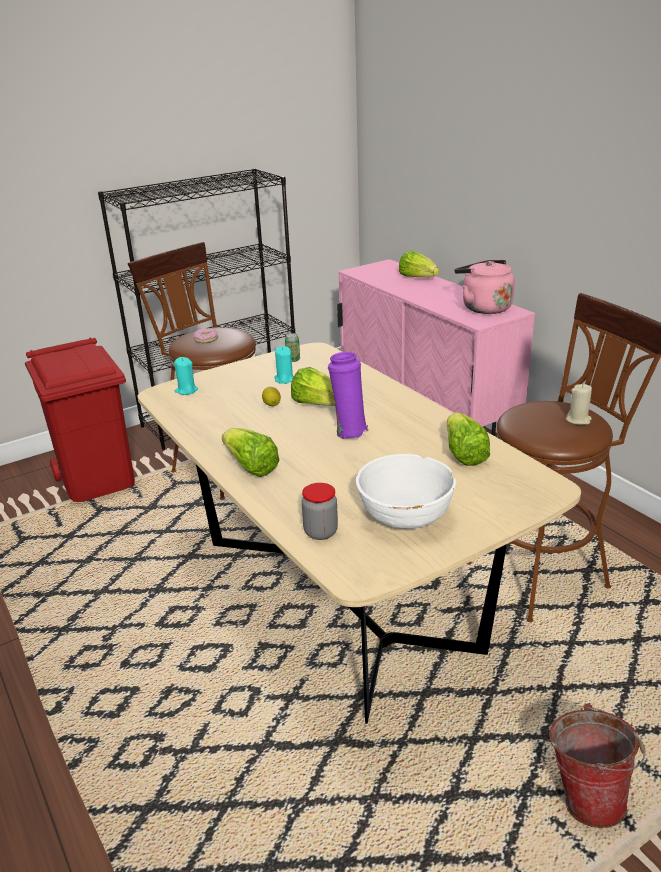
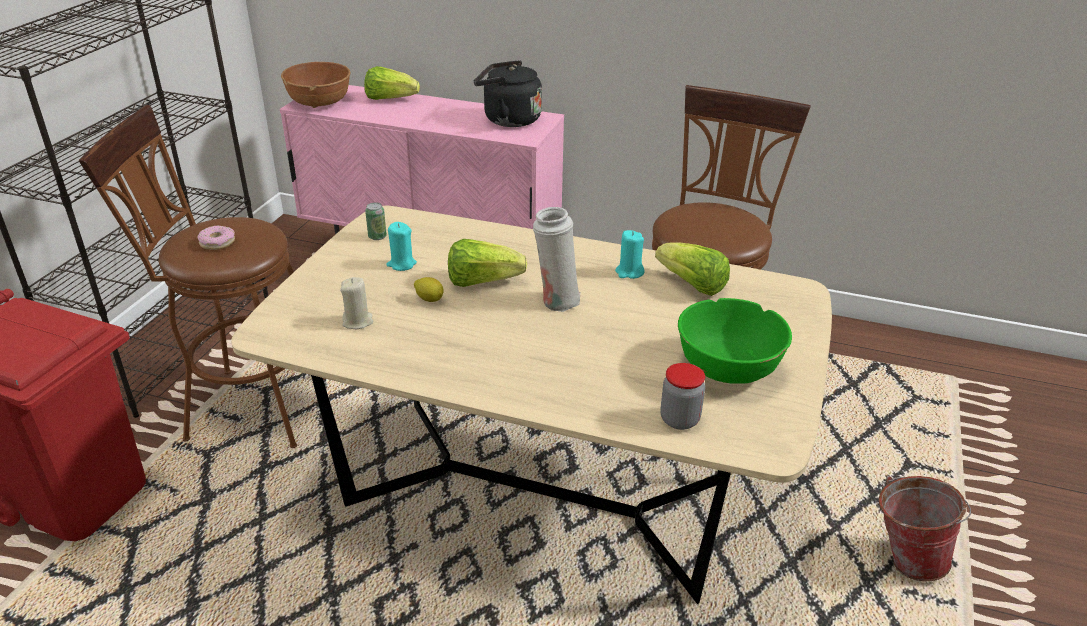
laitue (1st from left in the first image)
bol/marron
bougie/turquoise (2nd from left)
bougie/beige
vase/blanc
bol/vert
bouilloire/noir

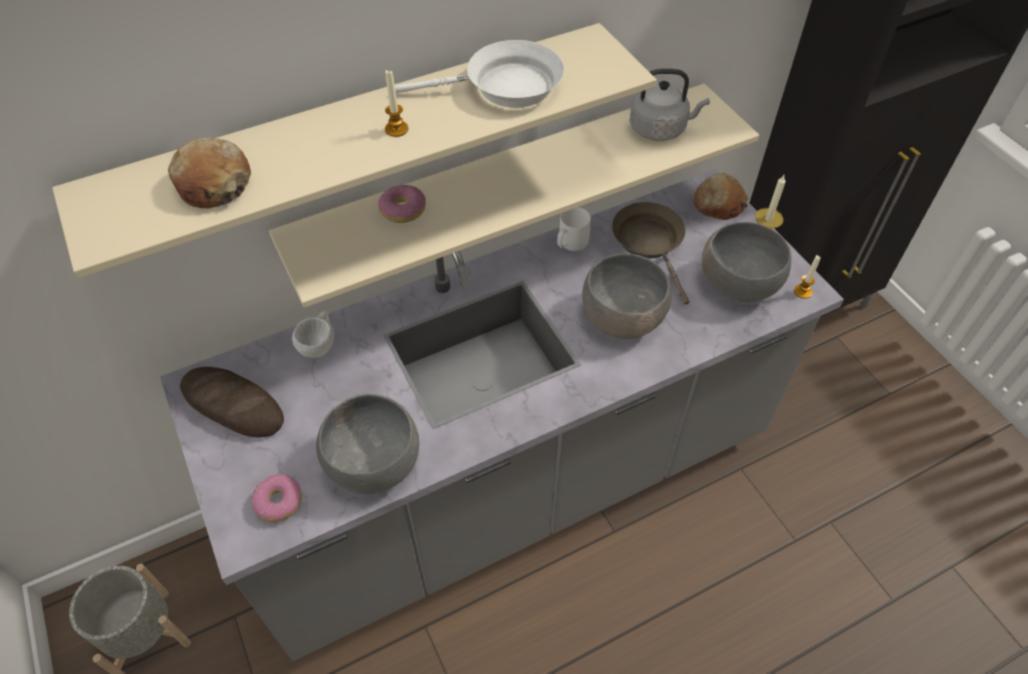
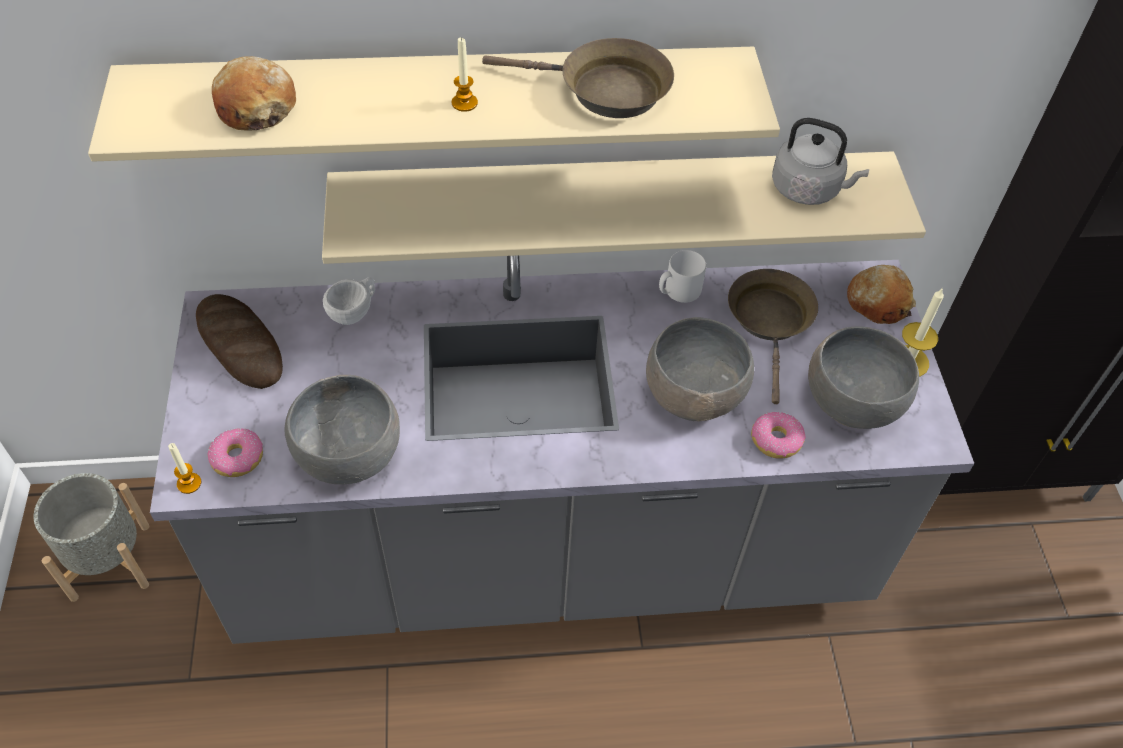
beignet (2nd from left)
bougie (1st from left)
poêle/marron (1st from left)

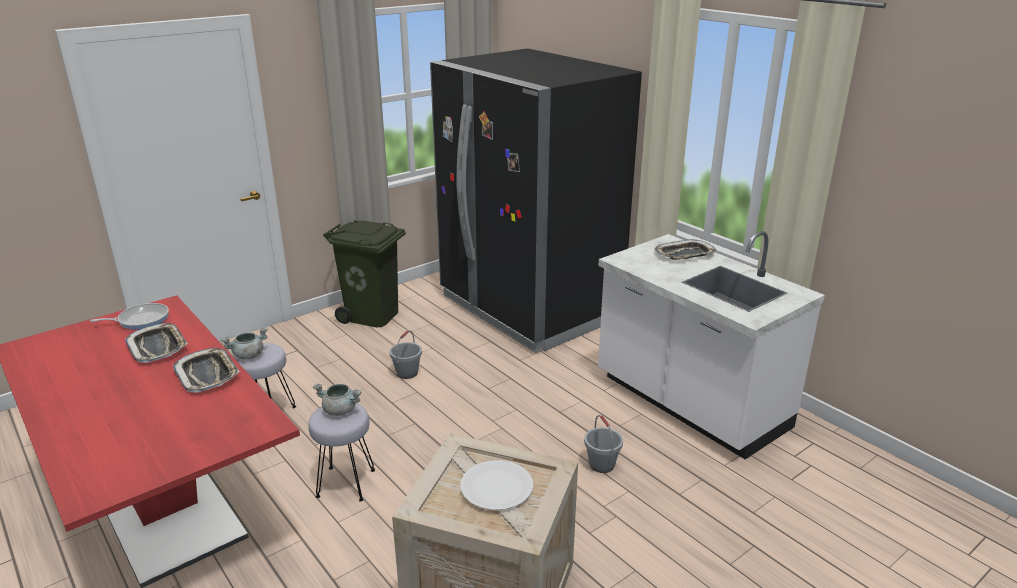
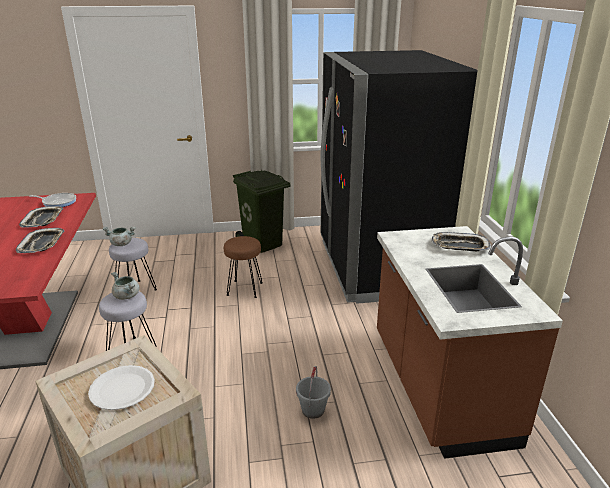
tabouret/marron
comptoir de cuisine/marron

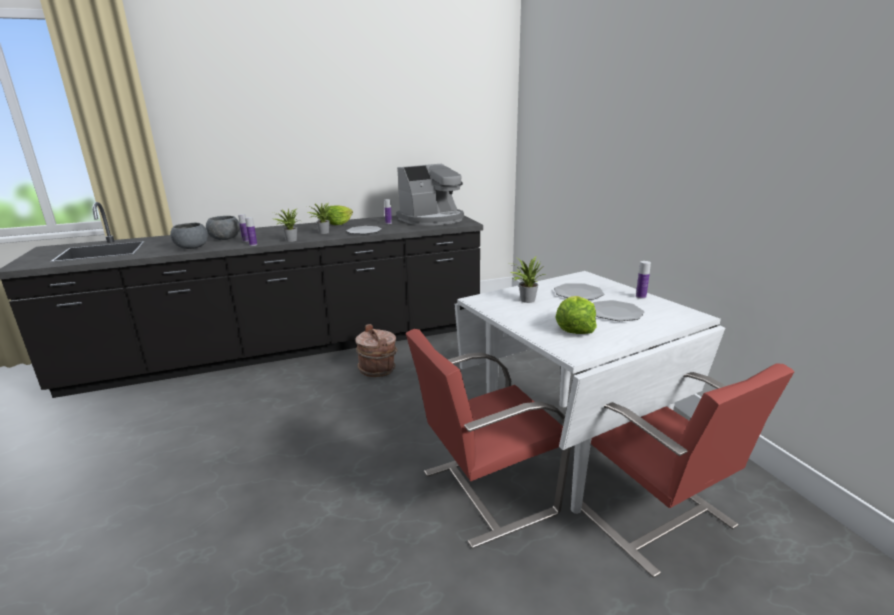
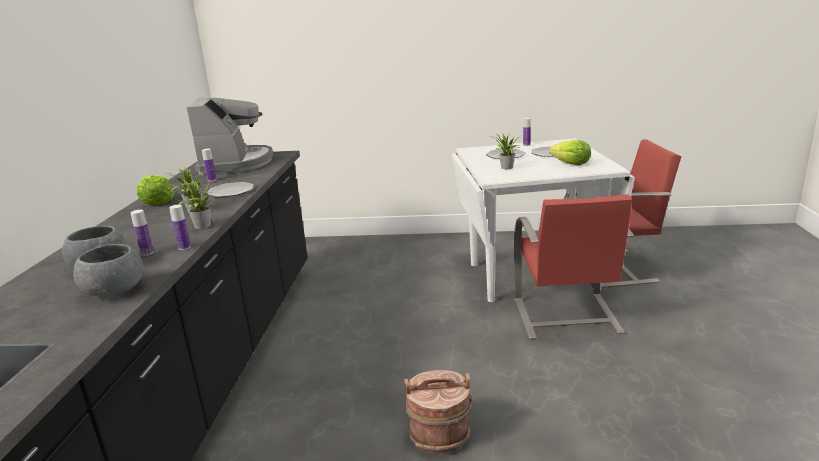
seau/marron

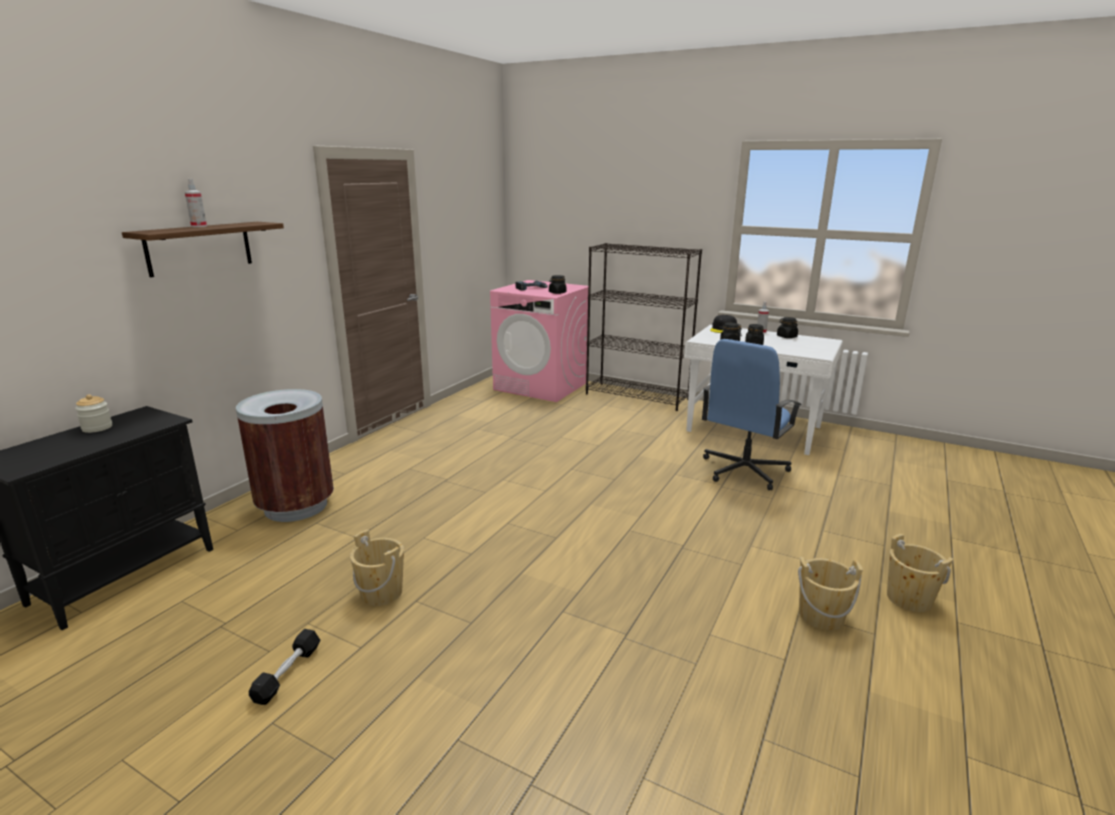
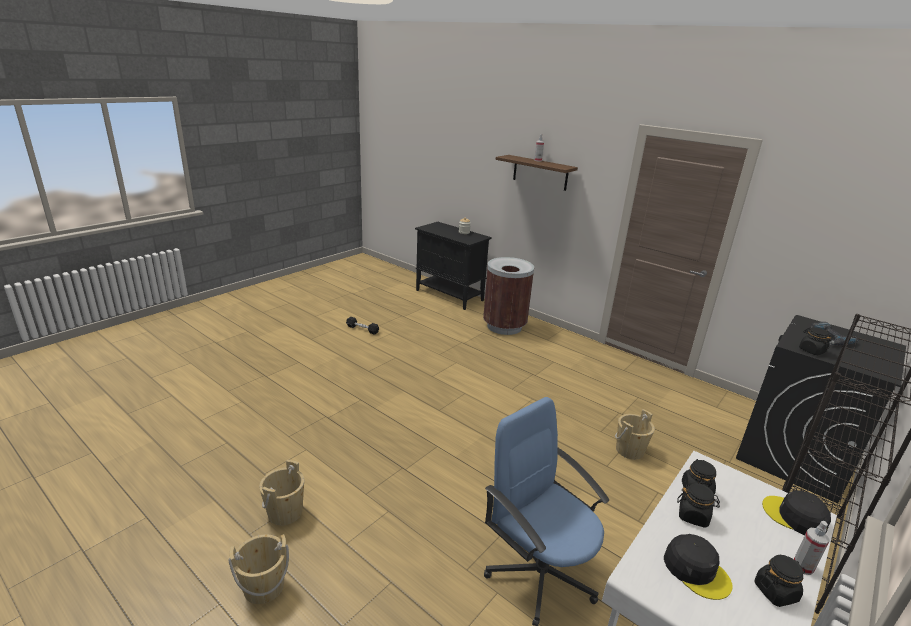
casquette/noir (1st from left)
seau/beige (3rd from left)
lave-linge/noir

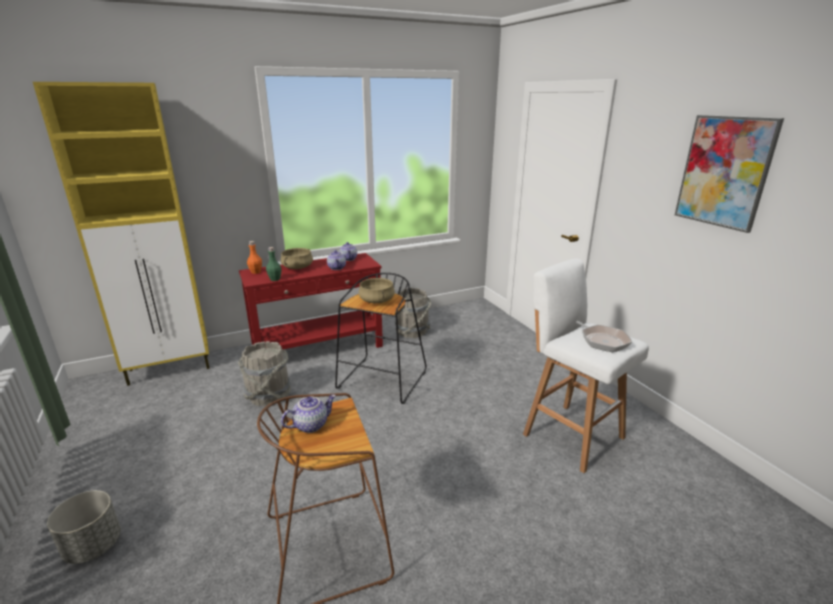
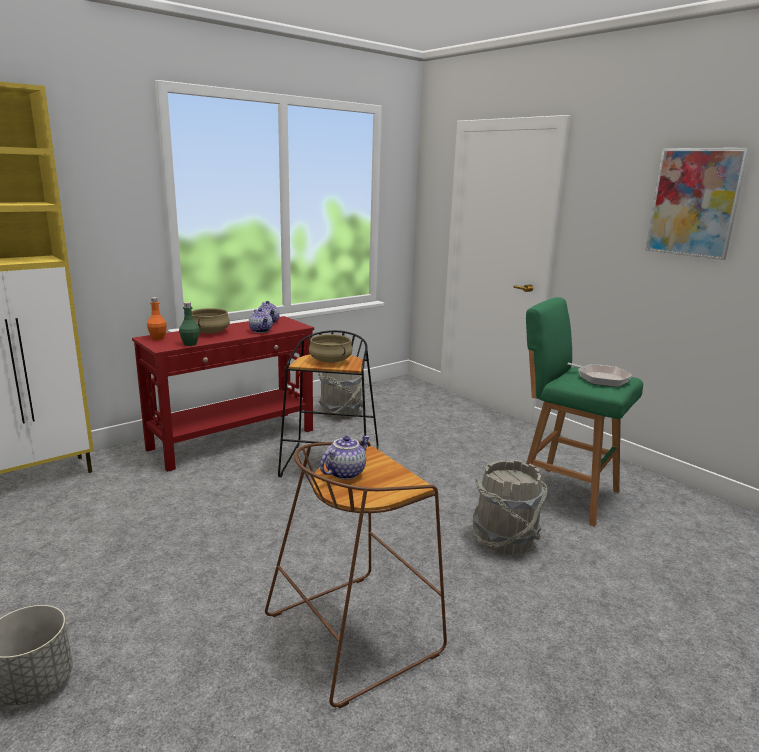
seau/gris (2nd from left)
tabouret/vert

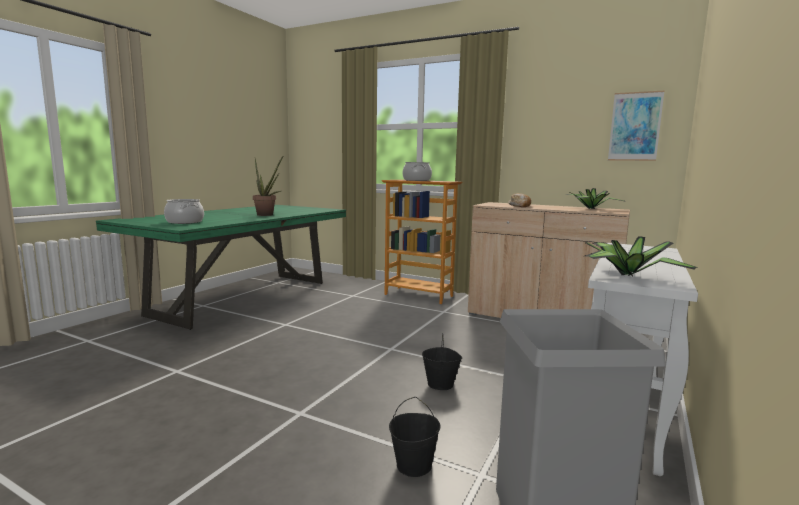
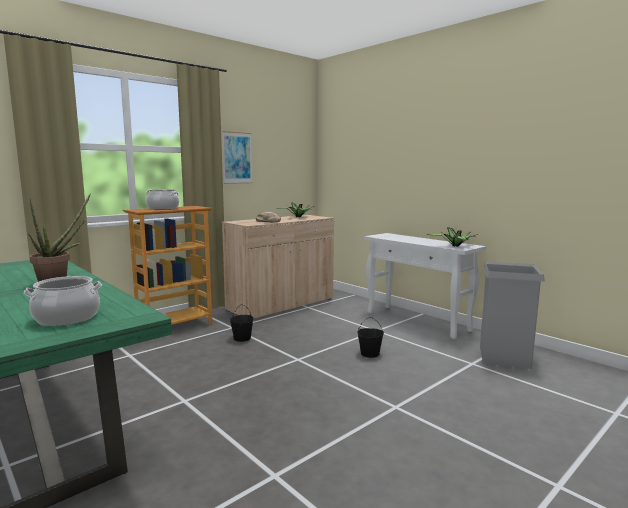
seau/noir (1st from left)
tableau

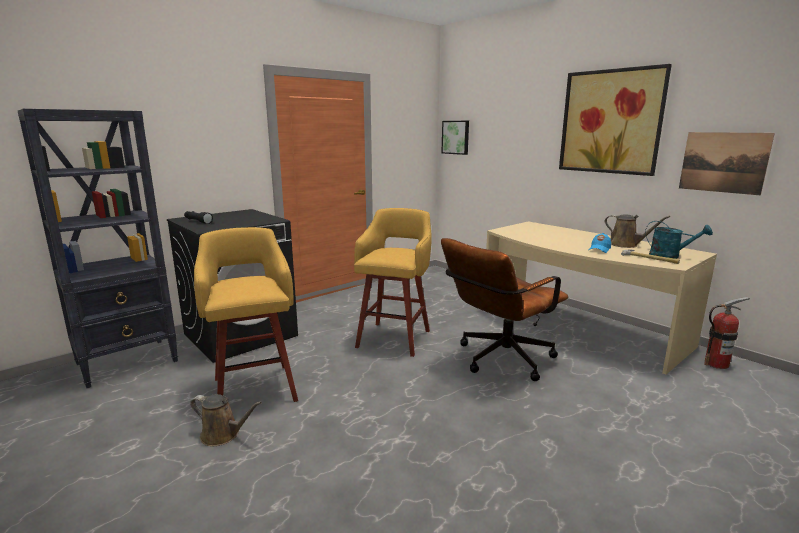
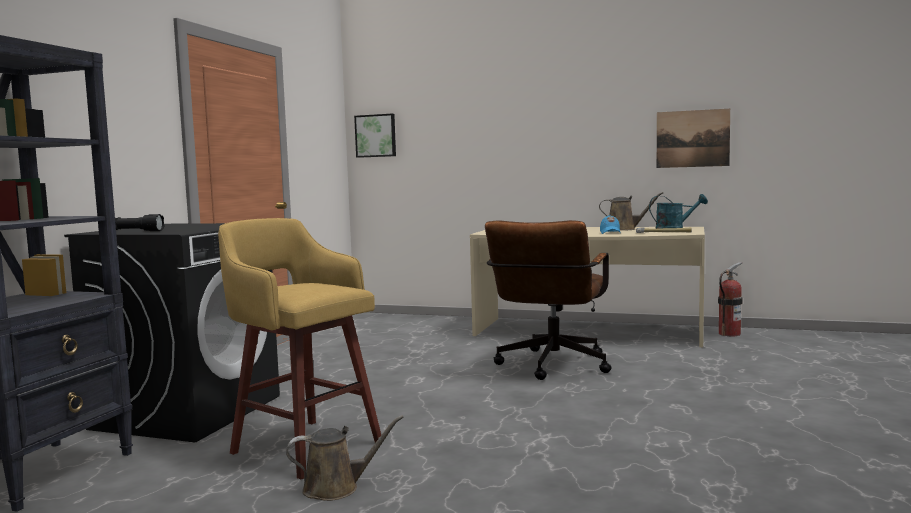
tabouret/jaune (2nd from left in the first image)
tableau (2nd from left in the first image)

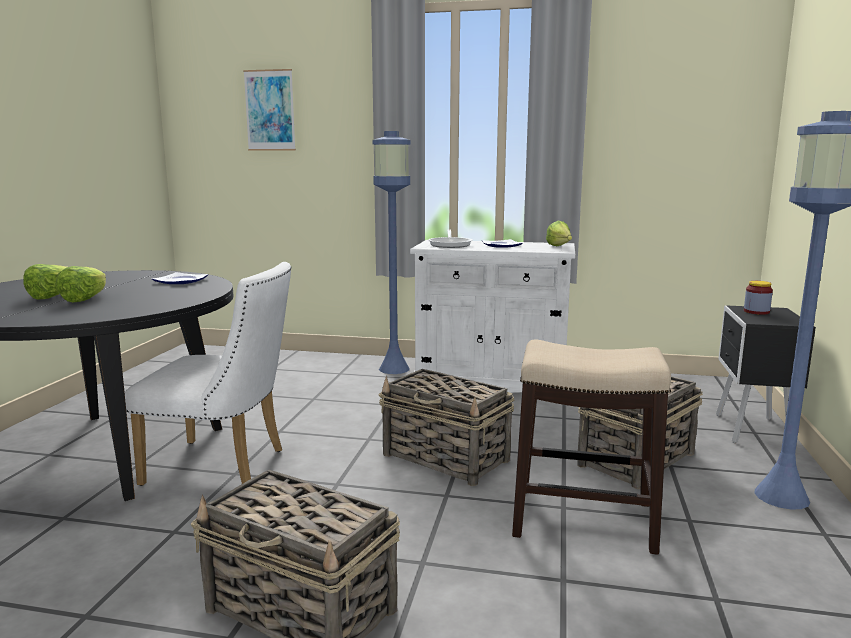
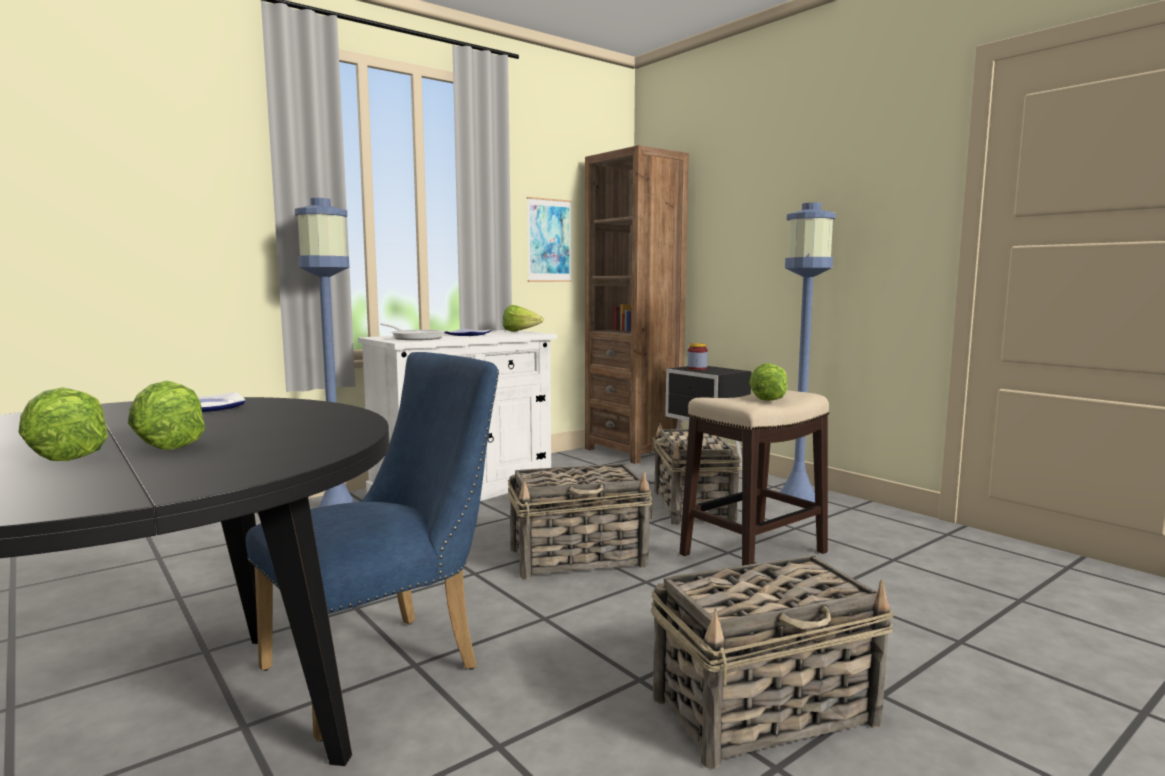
bibliothèque/marron
laitue (4th from left)
tableau
chaise/bleu

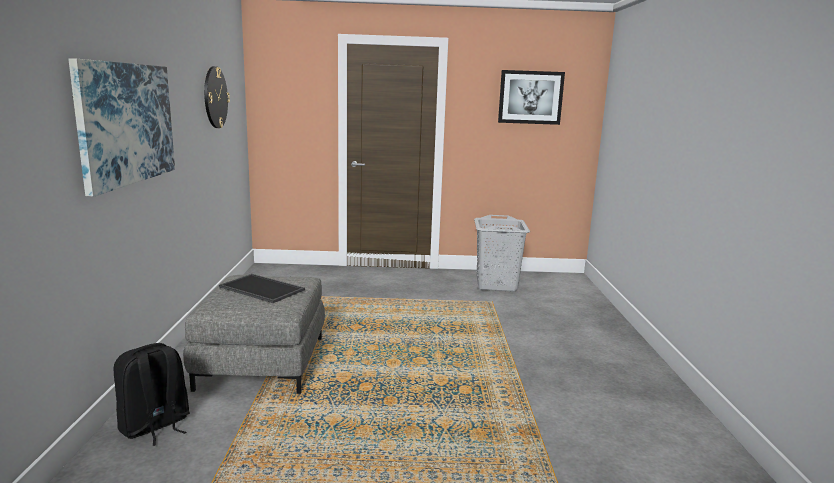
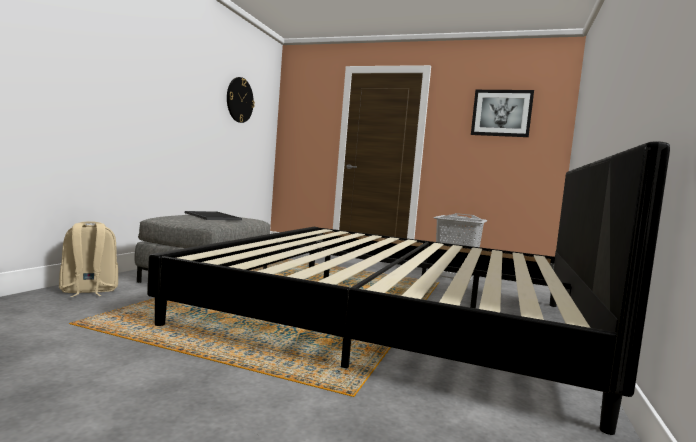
tableau (1st from left in the first image)
lit
sac à dos/beige

